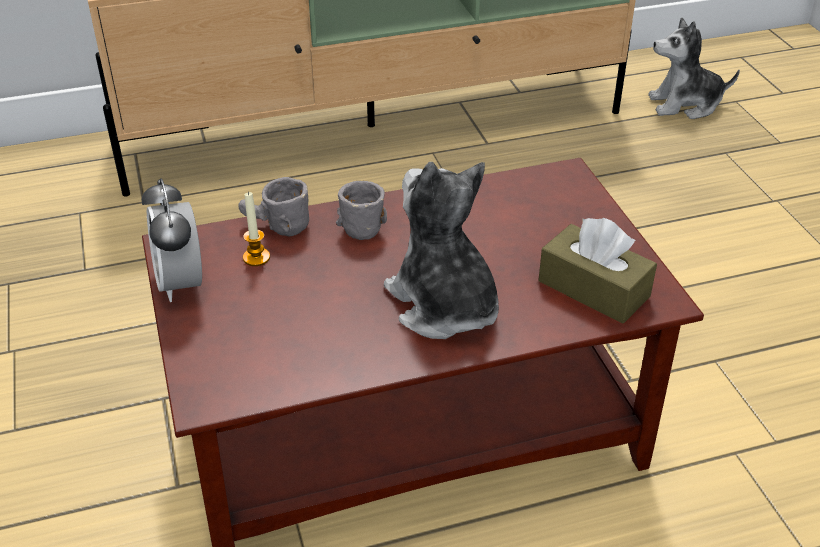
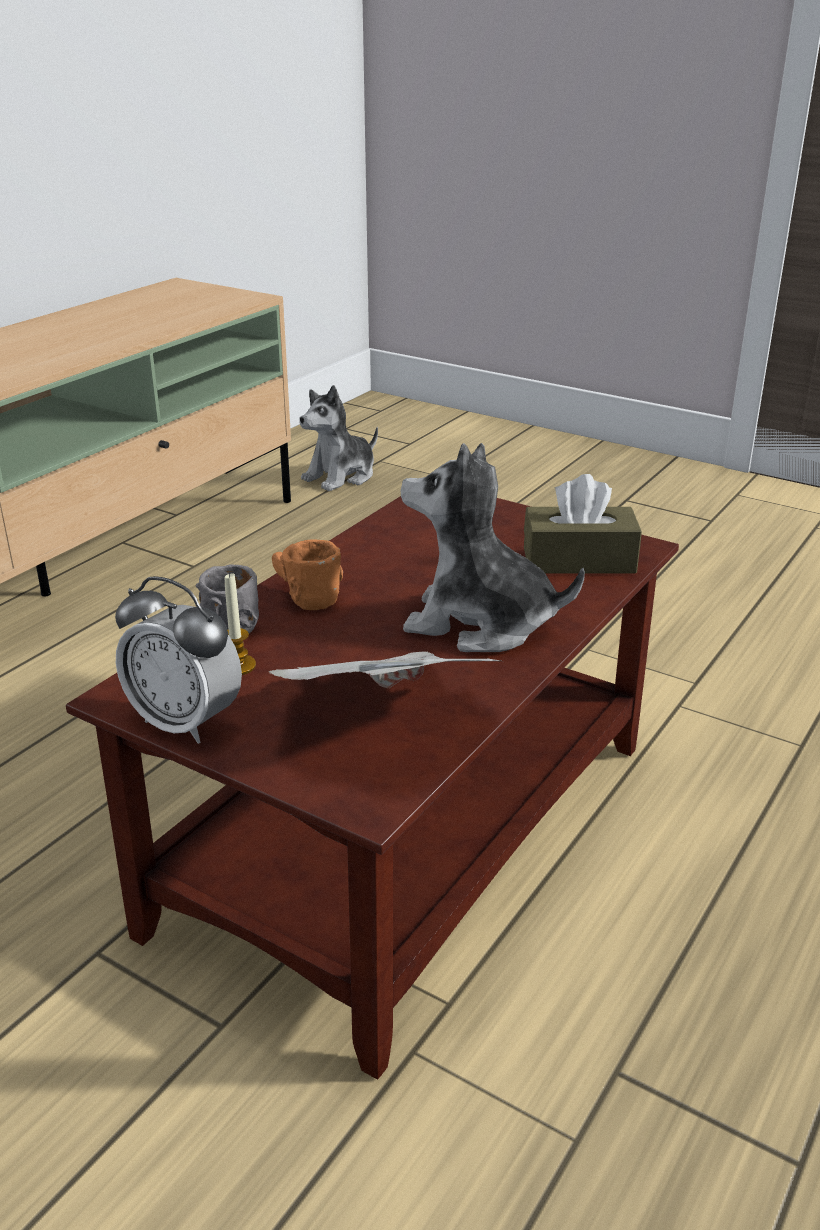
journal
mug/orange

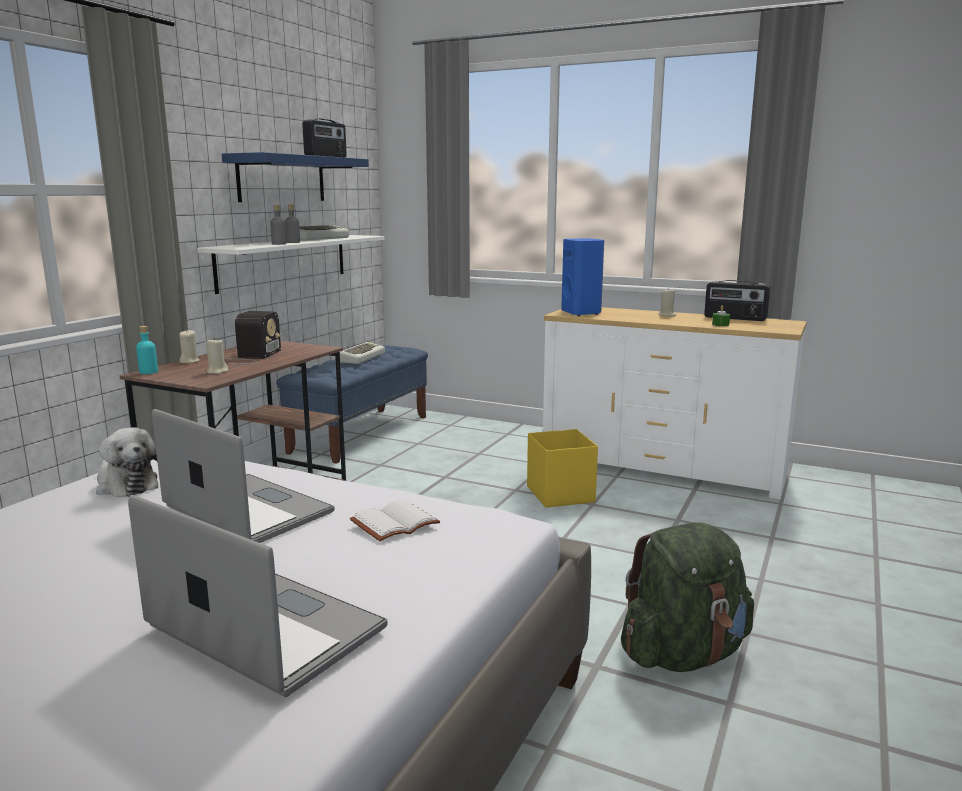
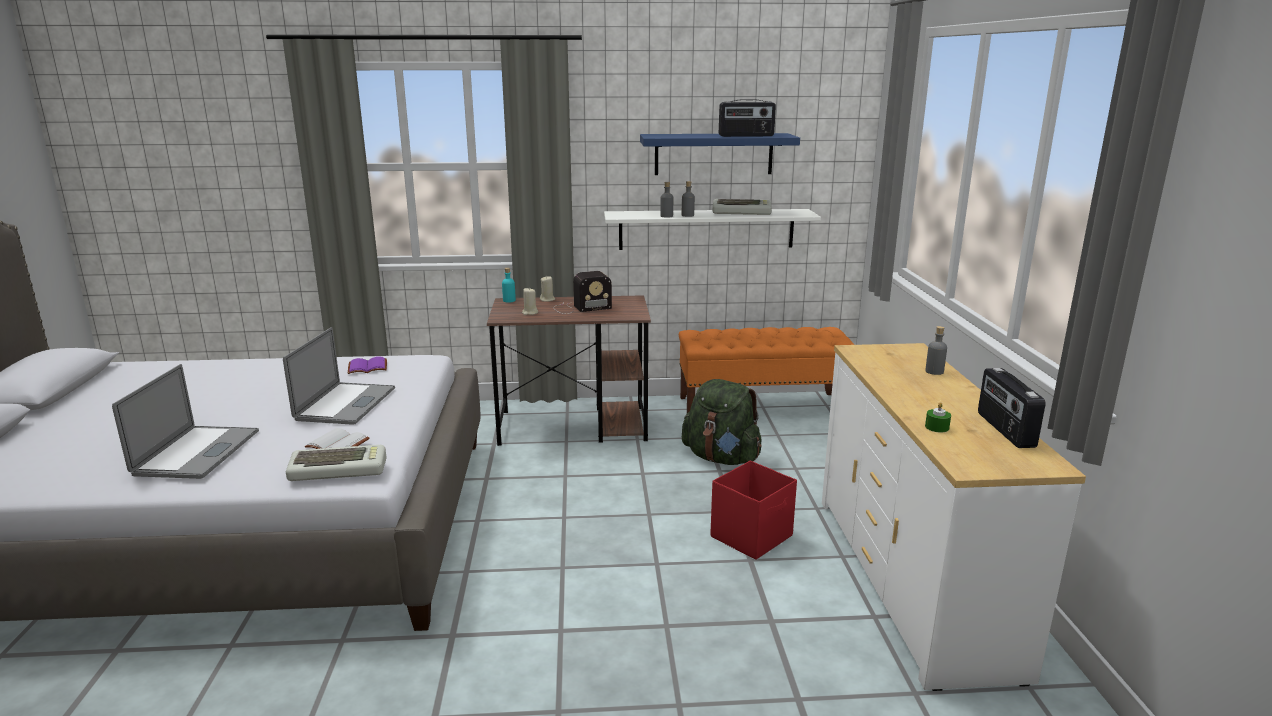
enceinte/bleu
bougie/beige (3rd from left in the first image)
bouteille/gris (3rd from left)
clavier (1st from left)
sac à dos/vert
livre/violet
banc/orange
boîte de rangement/rouge

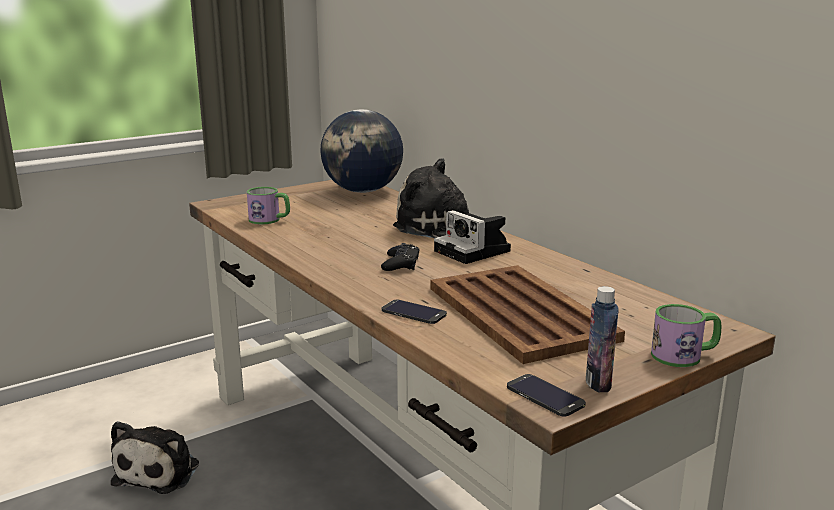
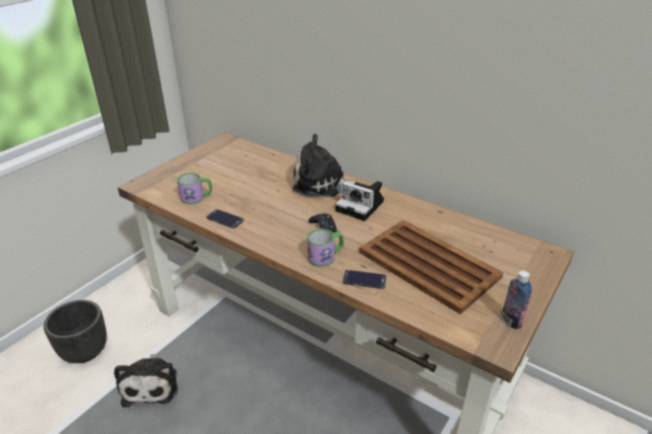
globe
cache-pot/noir
téléphone (1st from left)
mug (2nd from left)

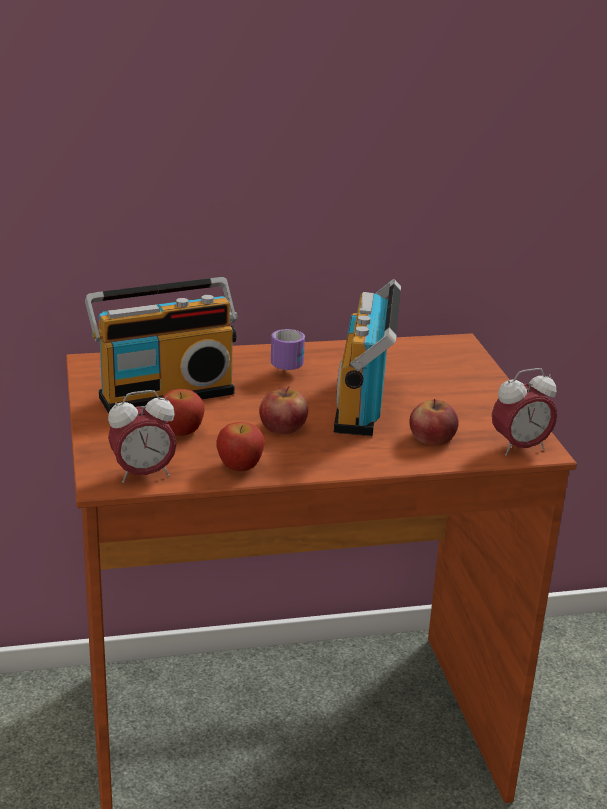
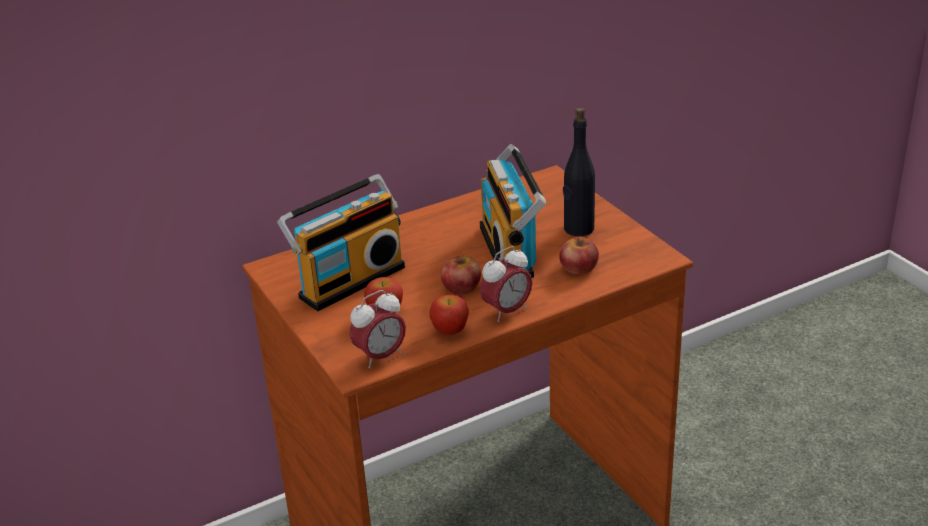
mug
bouteille/noir
réveil (2nd from left)

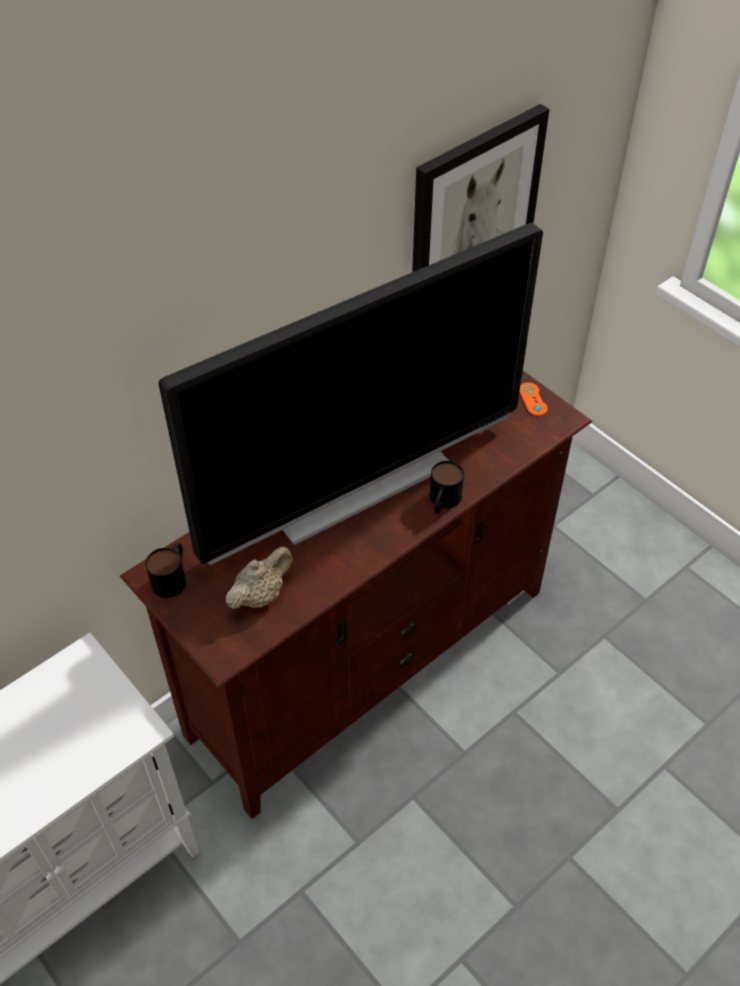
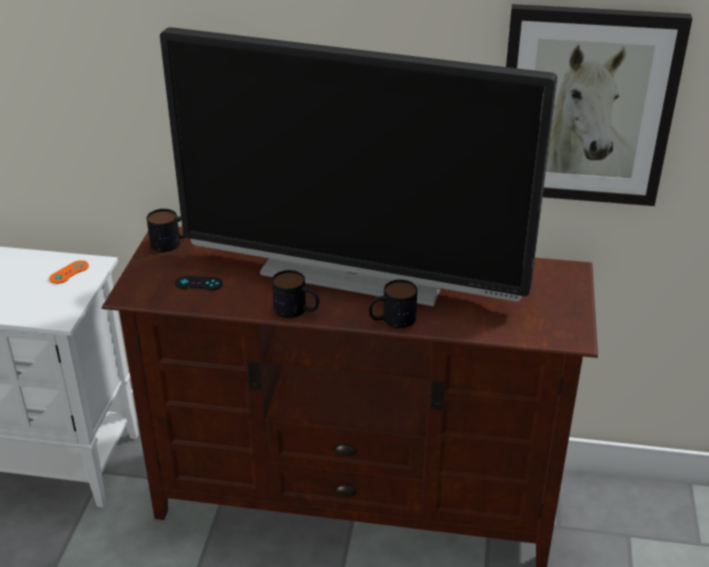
mug (2nd from left)
manette/orange
manette/noir

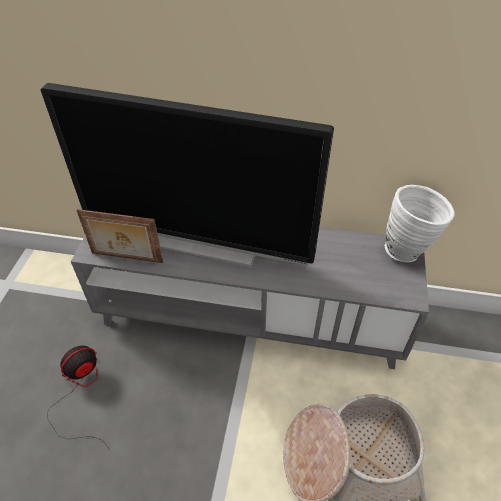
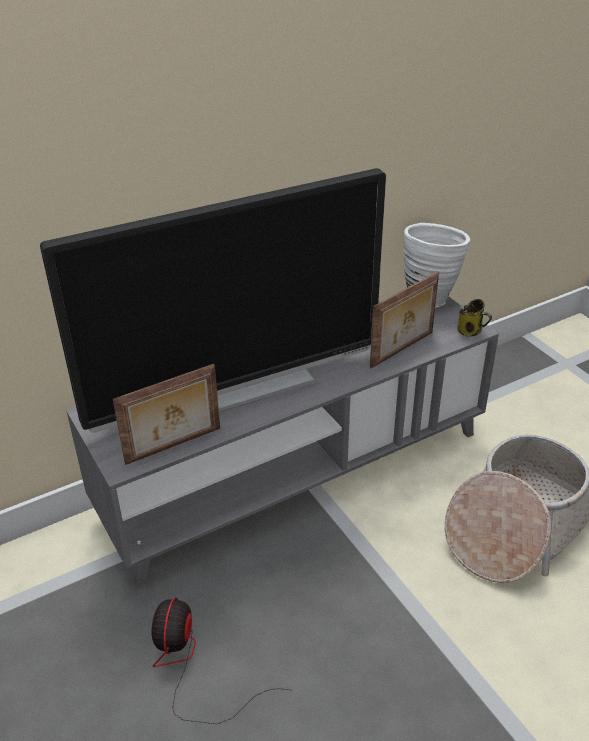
cadre photo (2nd from left)
mug

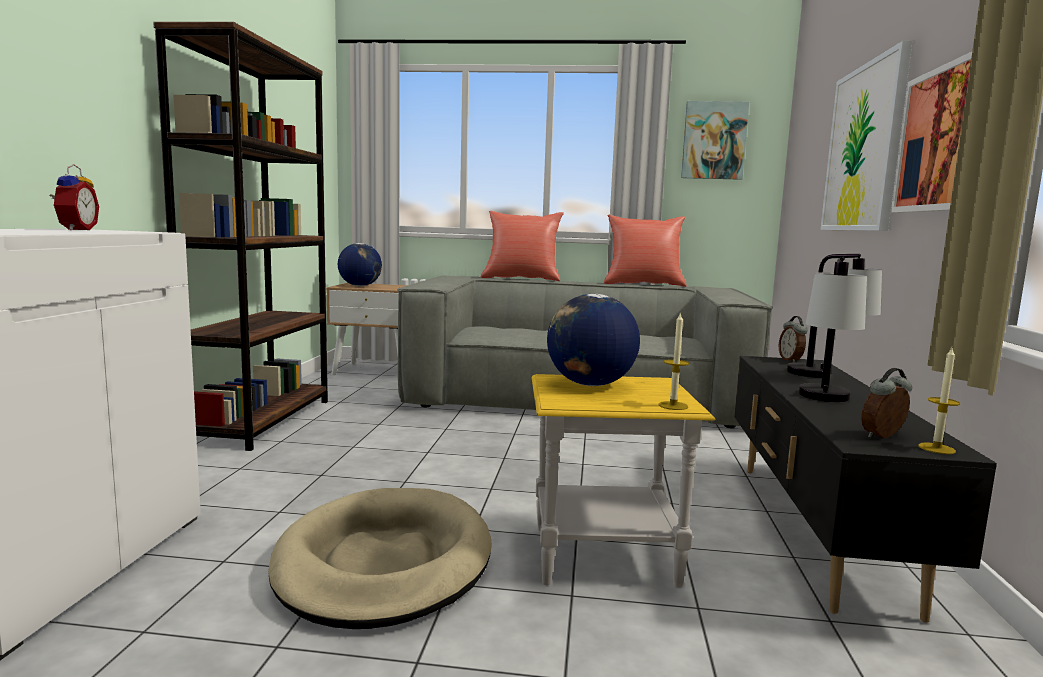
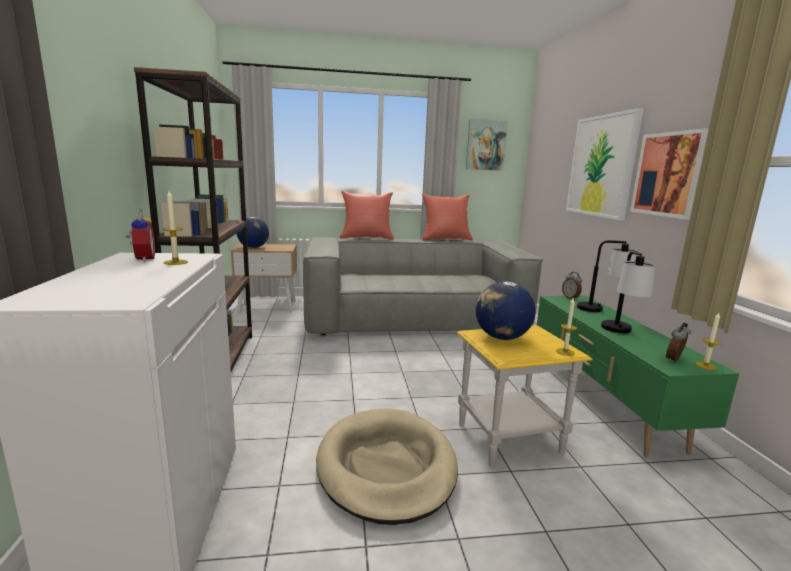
bougie (1st from left)
meuble télé/vert

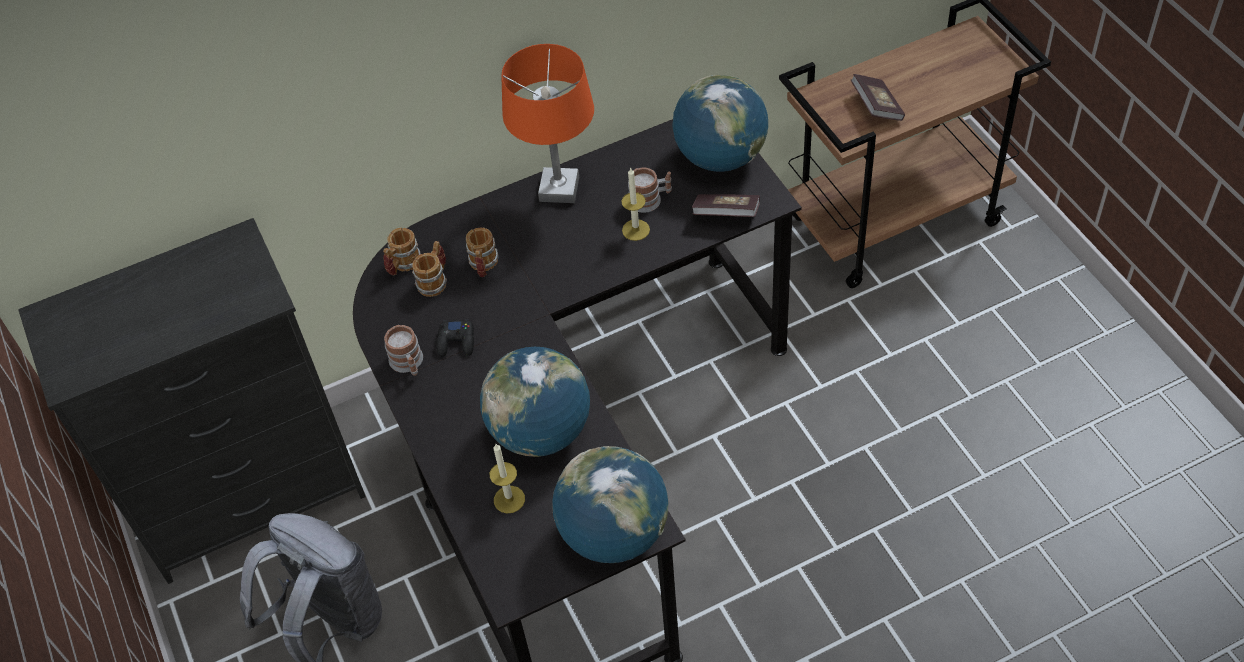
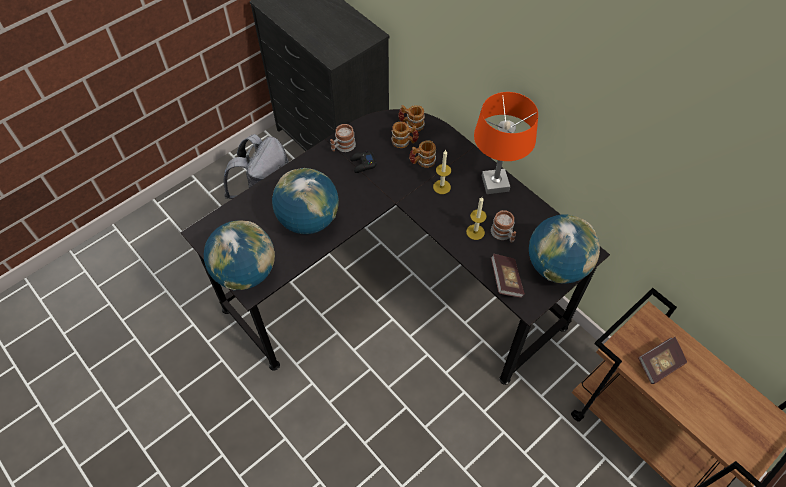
bougie (1st from left)

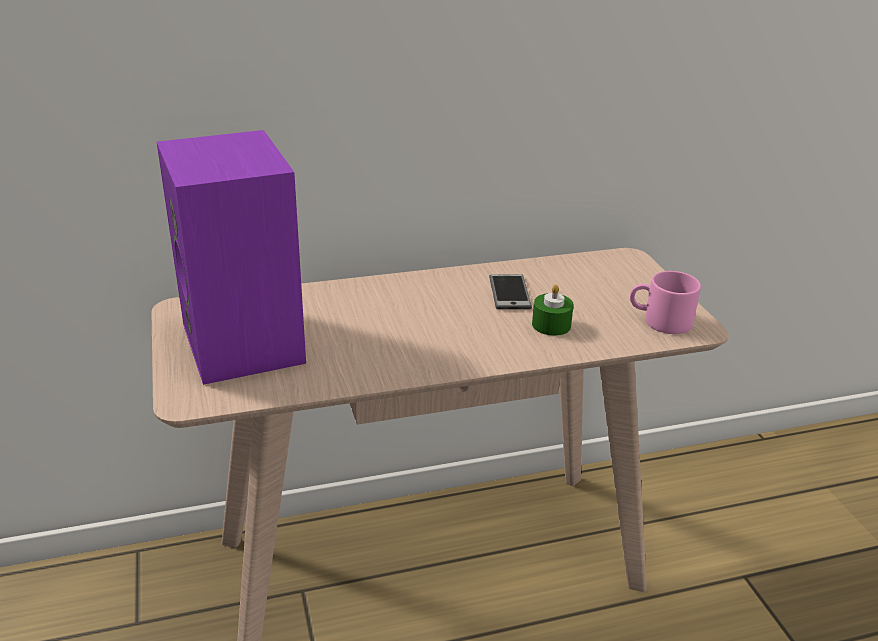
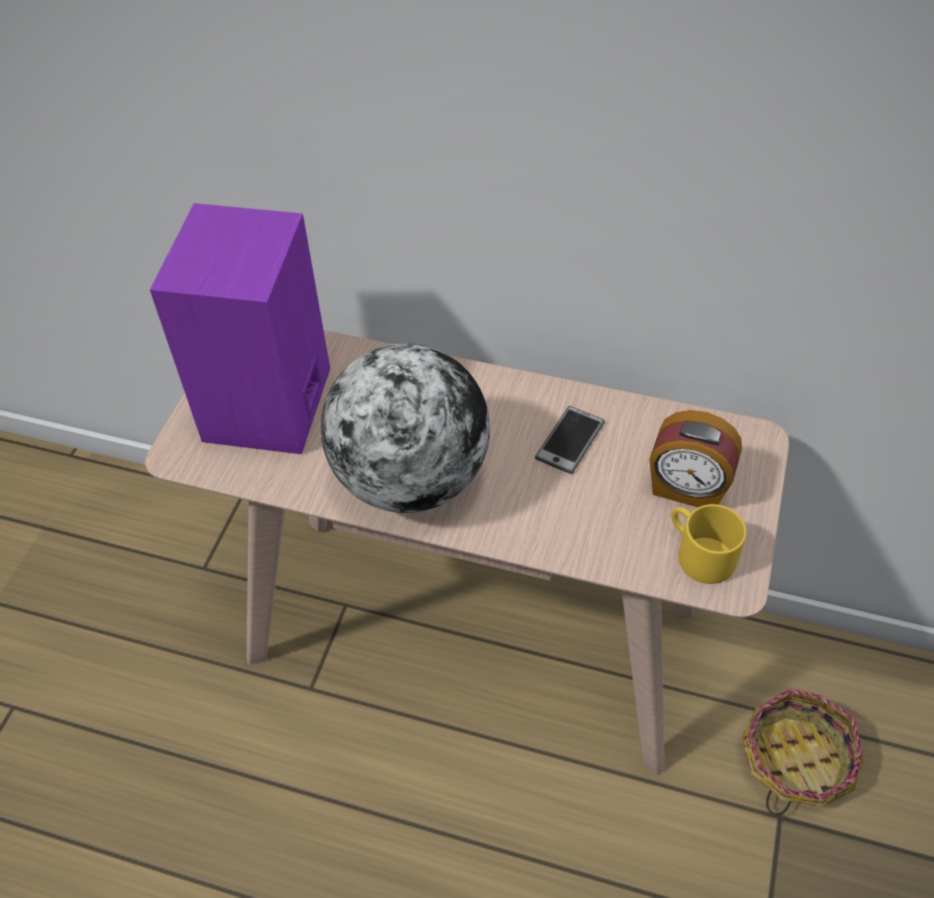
bougie/vert
globe
réveil
panier
mug/jaune

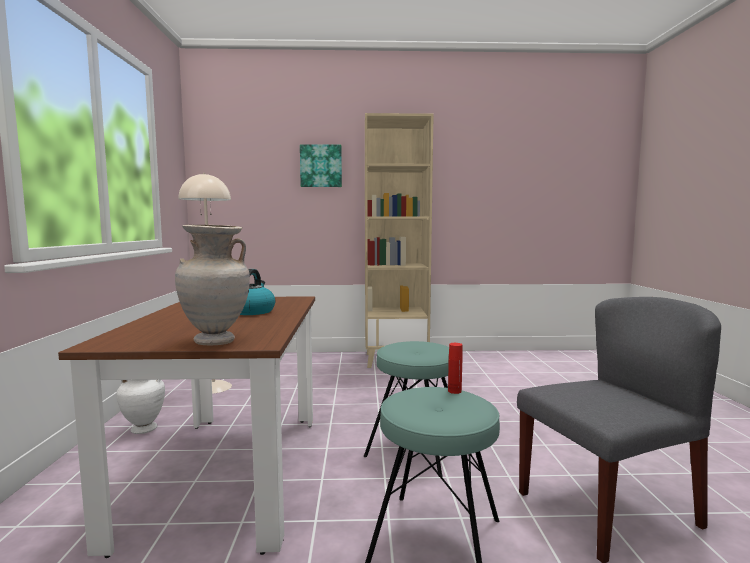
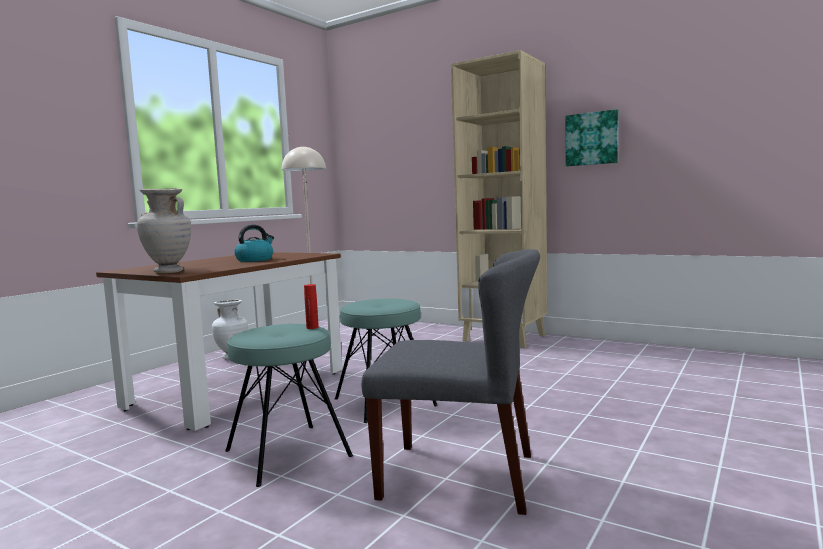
tableau

